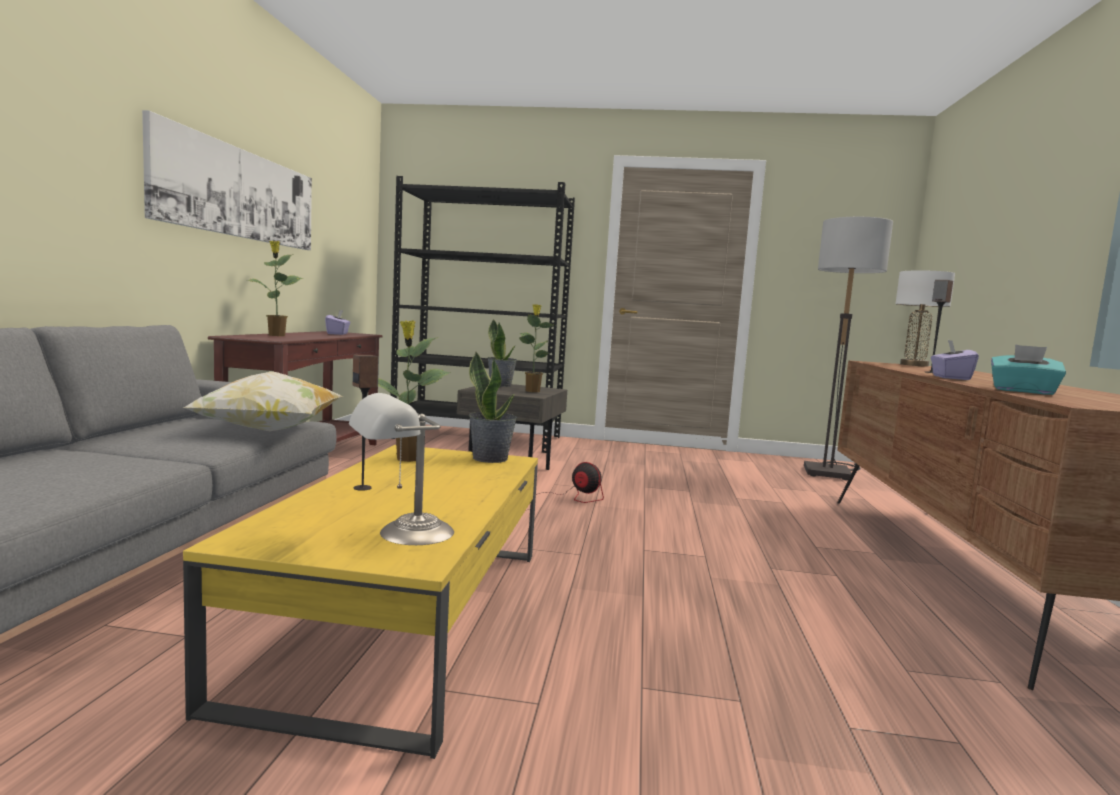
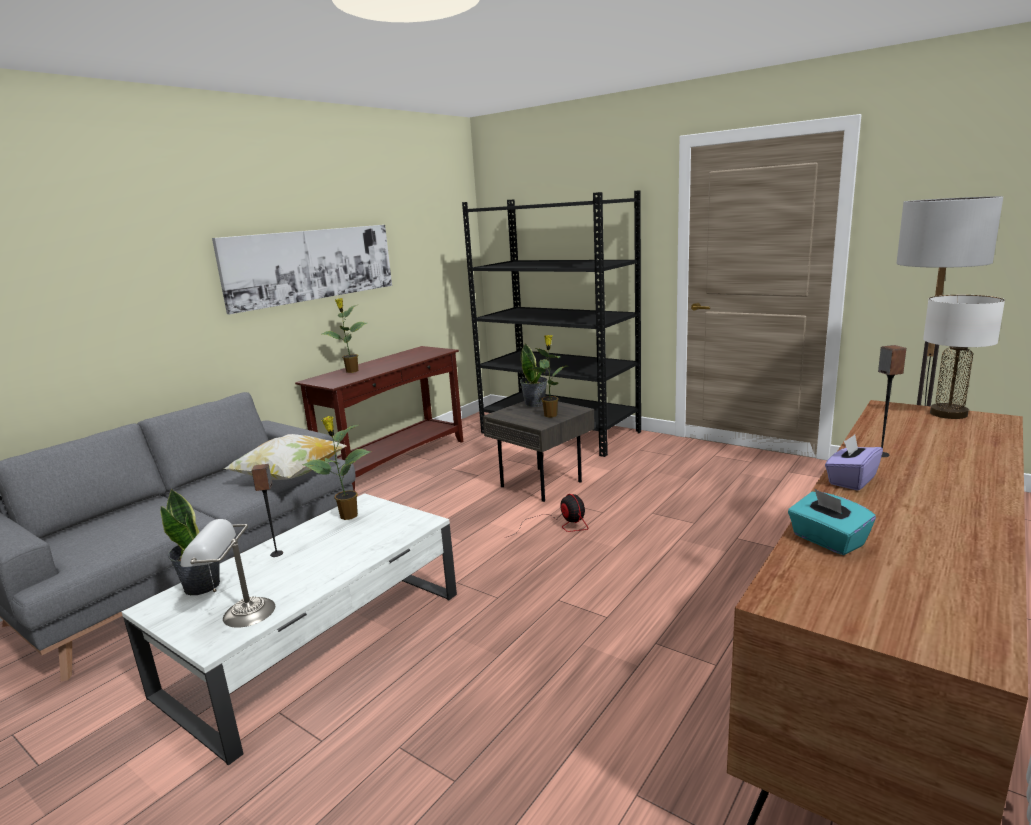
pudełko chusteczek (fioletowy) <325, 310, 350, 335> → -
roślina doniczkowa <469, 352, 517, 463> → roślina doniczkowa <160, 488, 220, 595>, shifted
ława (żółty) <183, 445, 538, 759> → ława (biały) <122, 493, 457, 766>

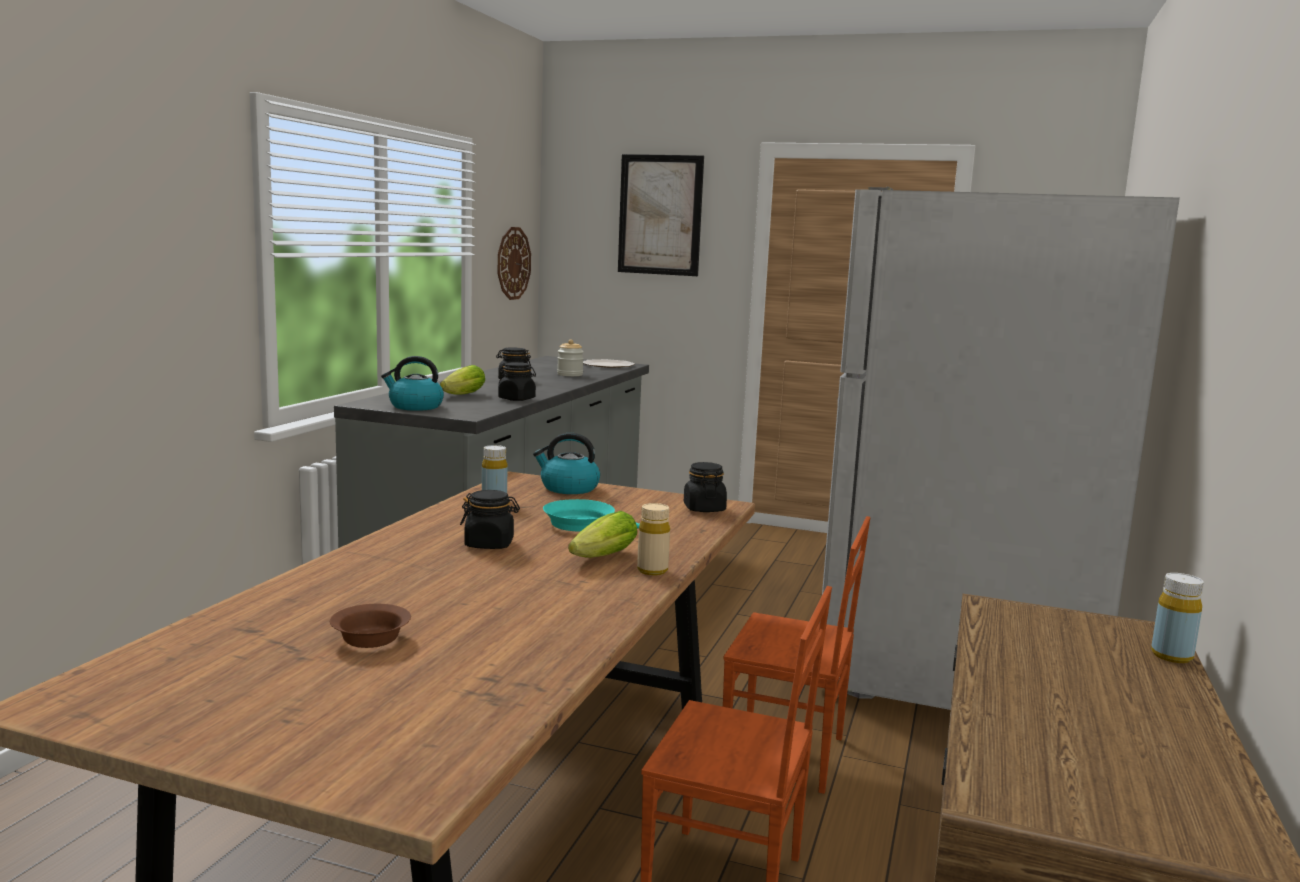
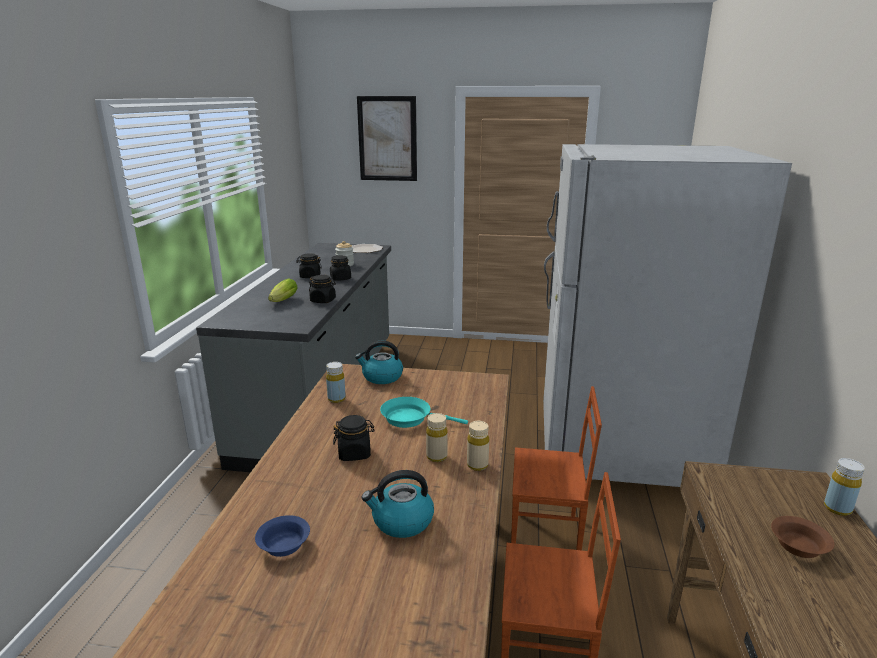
zegar ścienny <498, 227, 531, 300> → -
czajnik <381, 356, 444, 411> → czajnik <362, 470, 434, 538>, shifted
słoik (czarny) <684, 462, 727, 512> → słoik (czarny) <330, 255, 351, 281>, shifted
sałata <568, 511, 637, 558> → butelka (beżowy) <426, 413, 448, 462>
miska (brązowy) <330, 604, 411, 648> → miska (brązowy) <771, 516, 835, 558>, shifted
- → miska (niebieski) <255, 515, 310, 557>

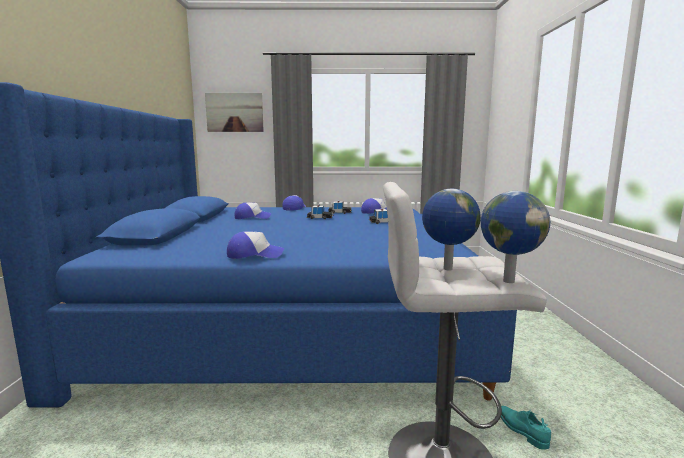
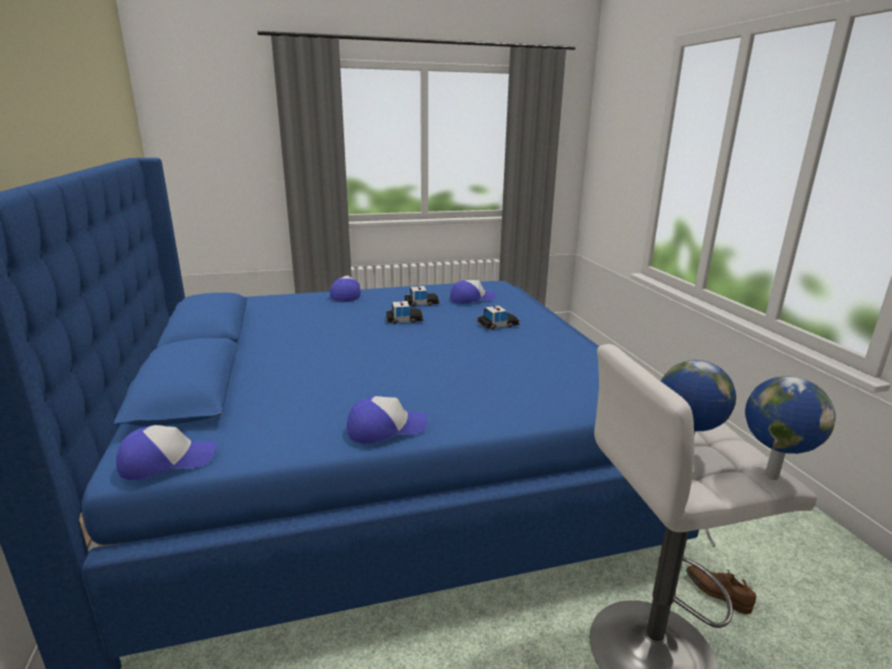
obraz <205, 93, 264, 132> → -
czapka z daszkiem <234, 203, 272, 219> → czapka z daszkiem <116, 425, 216, 480>, shifted
but (turkusowy) <501, 406, 551, 450> → but (brązowy) <686, 565, 756, 614>

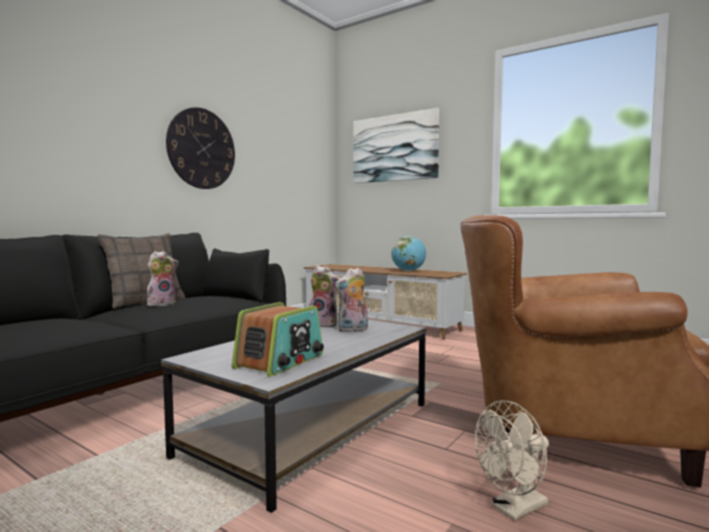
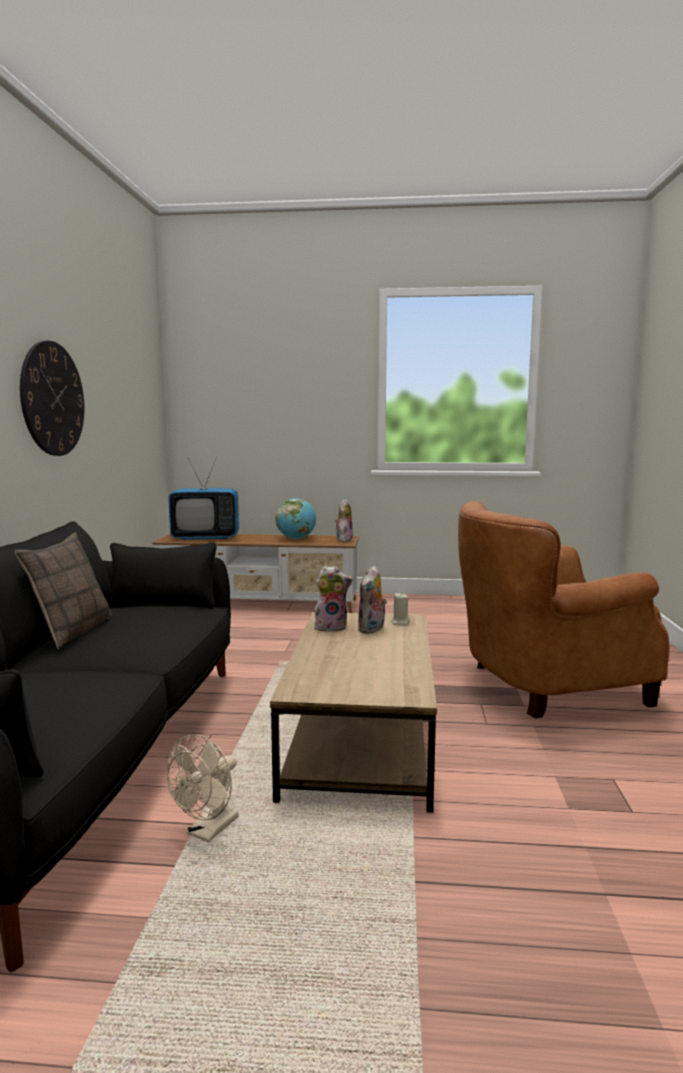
obraz <353, 108, 439, 183> → -
pluszak <147, 251, 179, 306> → pluszak <335, 499, 353, 542>, shifted
radio <232, 302, 324, 376> → -
ława (szary) <161, 315, 426, 513> → ława (brązowy) <270, 612, 437, 813>
wentylator (beżowy) <475, 400, 549, 521> → wentylator (beżowy) <167, 734, 239, 843>, shifted
- → telewizor <168, 457, 239, 540>
- → świeca (beżowy) <391, 593, 410, 625>

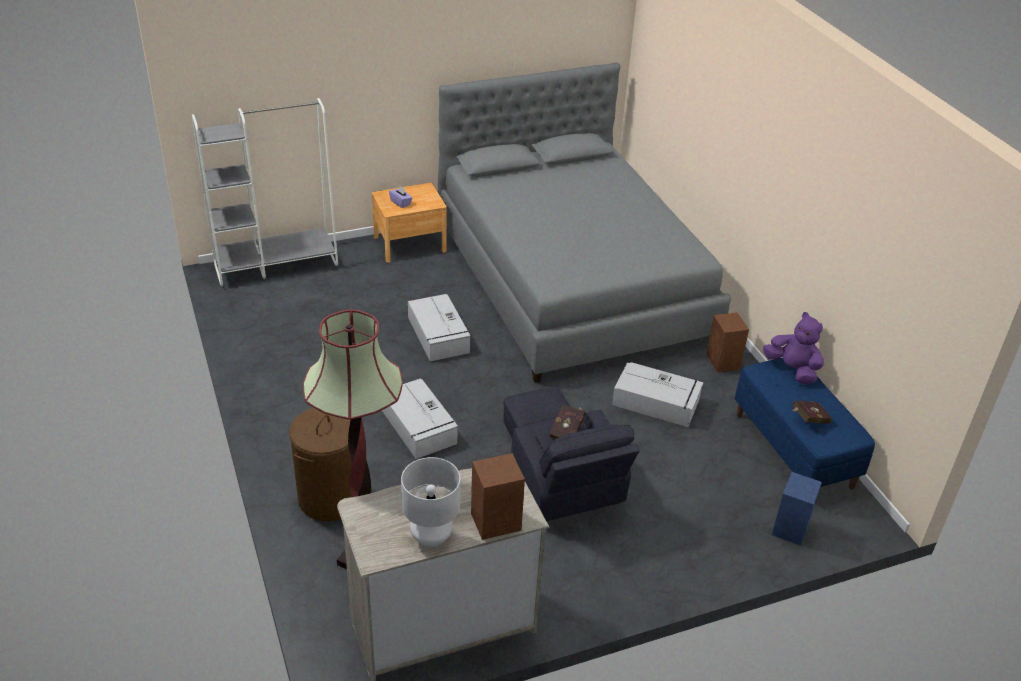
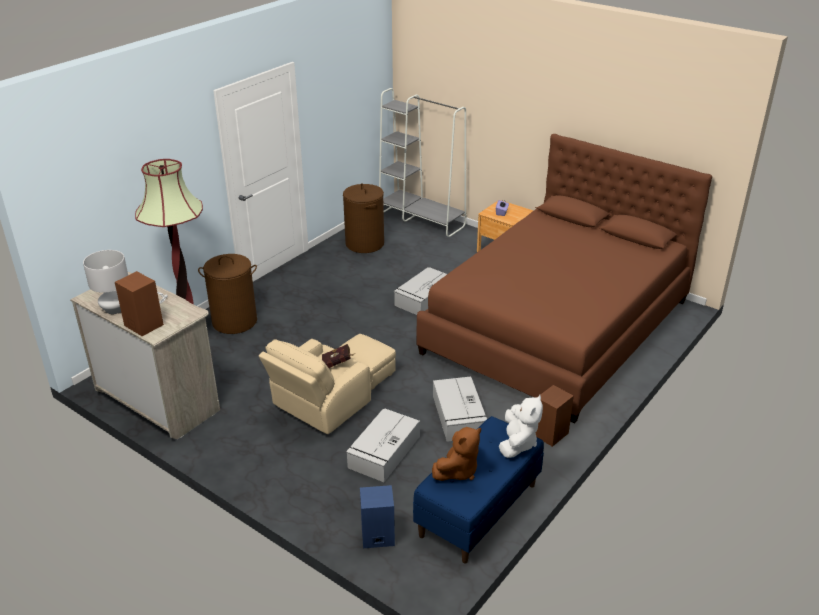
łóżko (szary) <438, 63, 731, 383> → łóżko (brązowy) <416, 134, 712, 424>
pluszak (fioletowy) <763, 312, 824, 384> → pluszak (biały) <499, 395, 543, 458>
pojemnik do przechowywania (szary) <382, 379, 458, 459> → pojemnik do przechowywania (szary) <346, 408, 420, 482>, shifted
fotel (czarny) <503, 387, 640, 521> → fotel (beżowy) <259, 334, 396, 434>
książka (czerwony) <792, 400, 833, 424> → pluszak (brązowy) <432, 427, 481, 481>
- → kosz na pranie (brązowy) <343, 183, 384, 253>

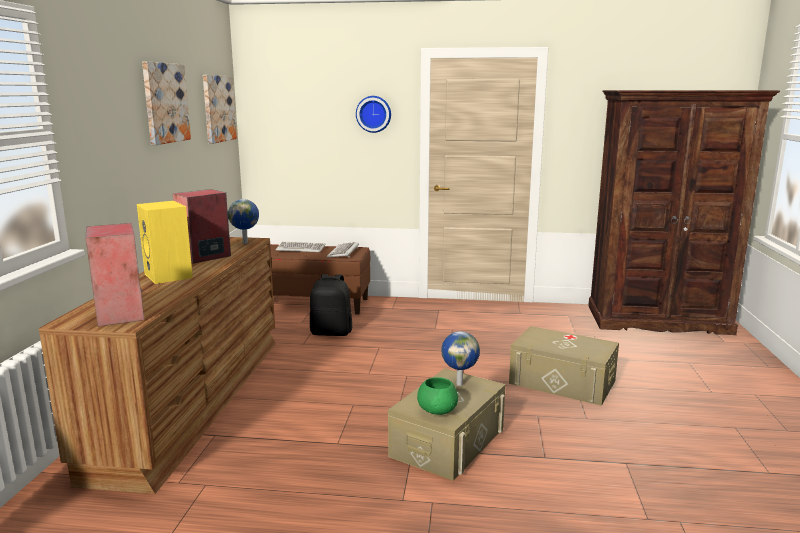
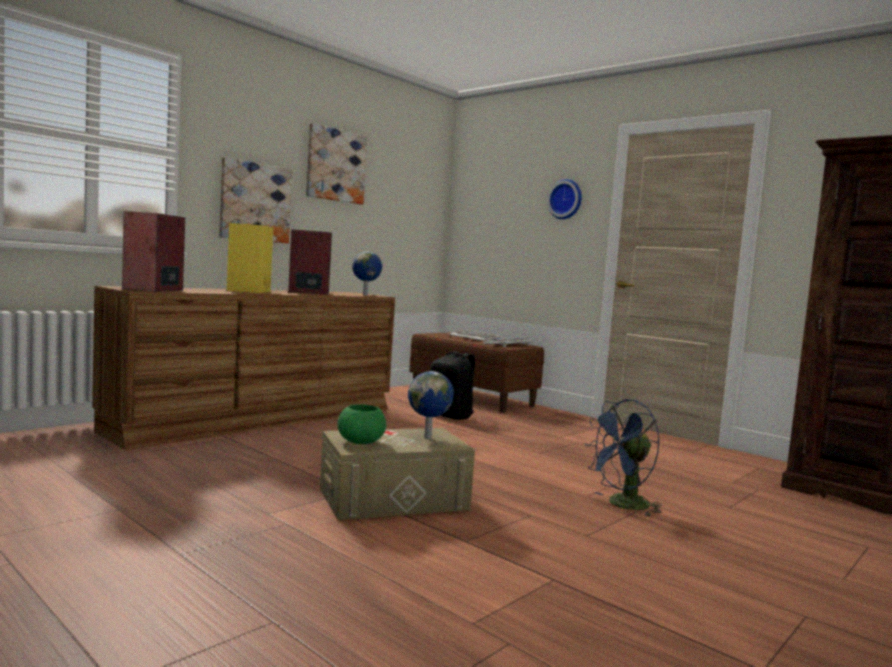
obraz <203, 75, 237, 144> → obraz <219, 157, 292, 243>, shifted
pojemnik do przechowywania (beżowy) <509, 326, 619, 406> → wentylator (niebieski) <584, 399, 662, 517>

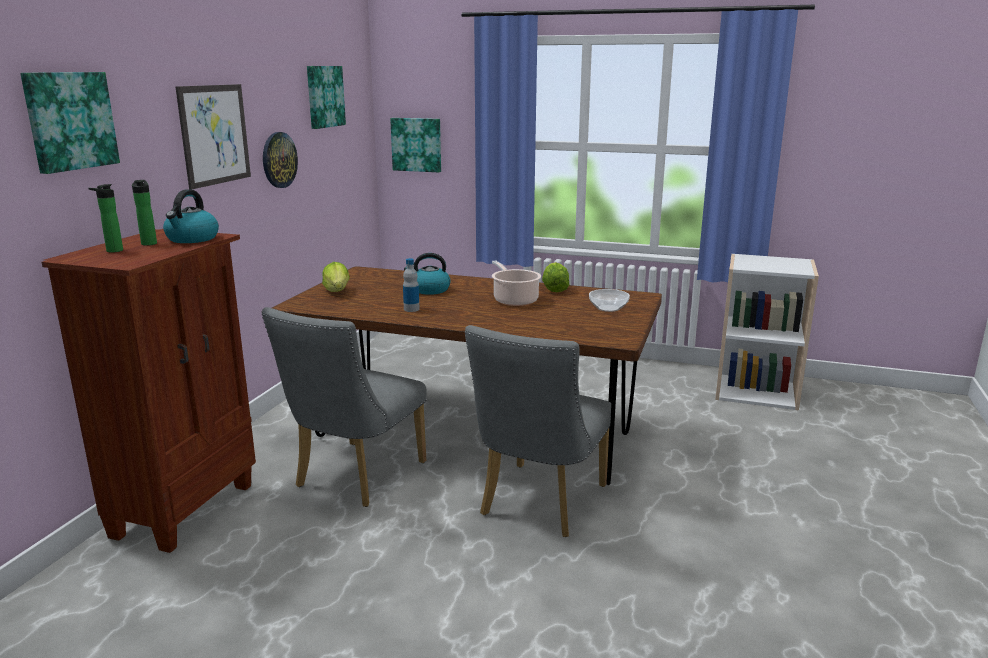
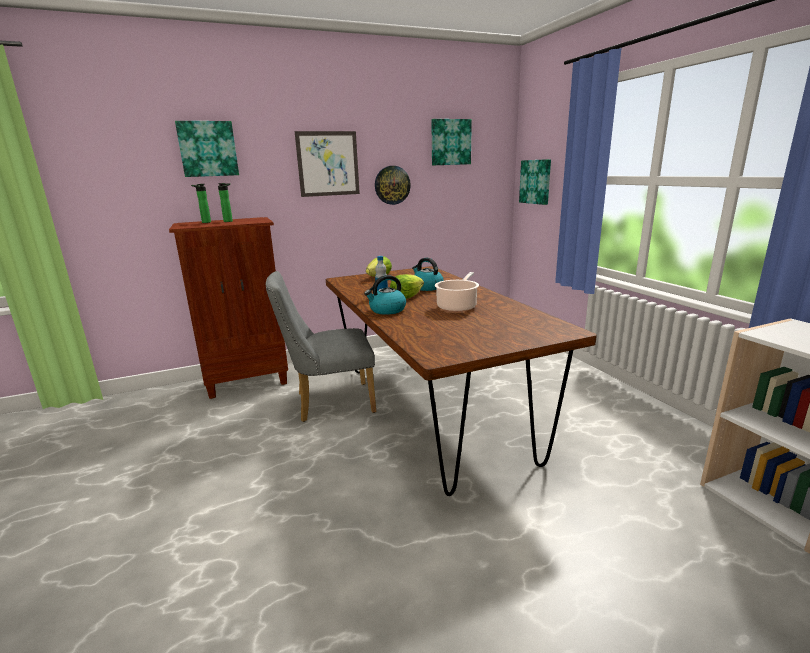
czajnik <163, 189, 219, 243> → czajnik <364, 275, 406, 315>, shifted
sałata <542, 262, 570, 292> → sałata <390, 274, 424, 299>, shifted
miska <589, 289, 630, 312> → -
krzesło (szary) <465, 325, 611, 537> → -

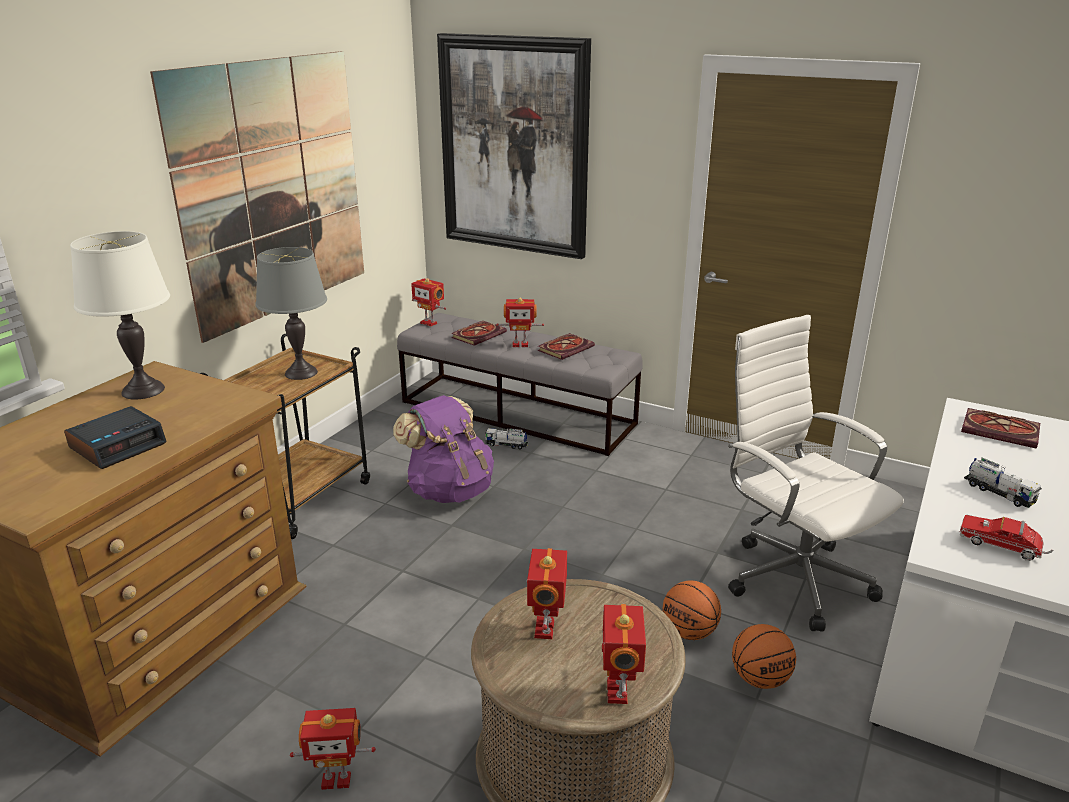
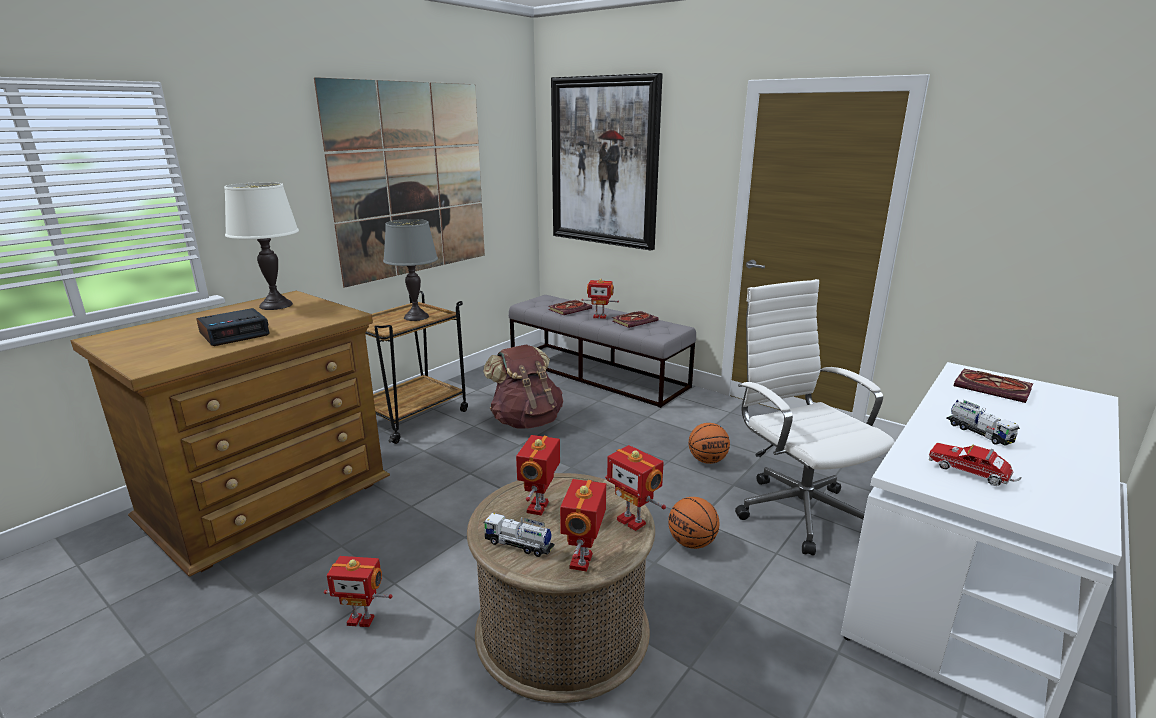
robot zabawkowy <411, 278, 446, 326> → robot zabawkowy <605, 445, 666, 531>, shifted
plecak (fioletowy) <393, 395, 494, 503> → plecak (brązowy) <483, 344, 563, 429>
ciężarówka zabawkowa <485, 428, 529, 450> → ciężarówka zabawkowa <484, 513, 555, 557>, shifted
piłka do koszykówki <732, 624, 796, 689> → piłka do koszykówki <688, 423, 730, 464>, shifted

